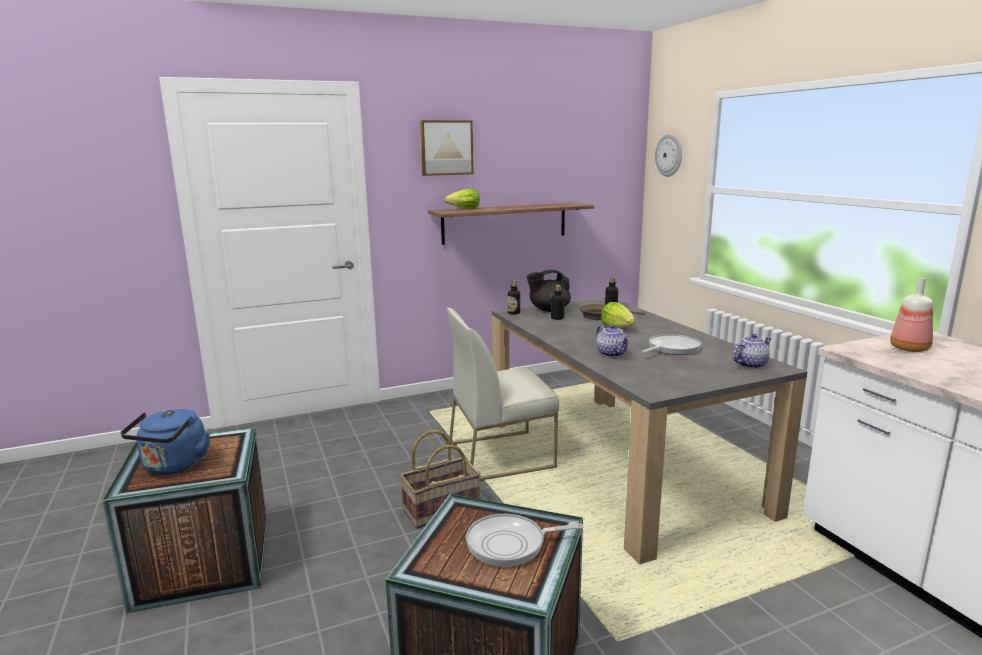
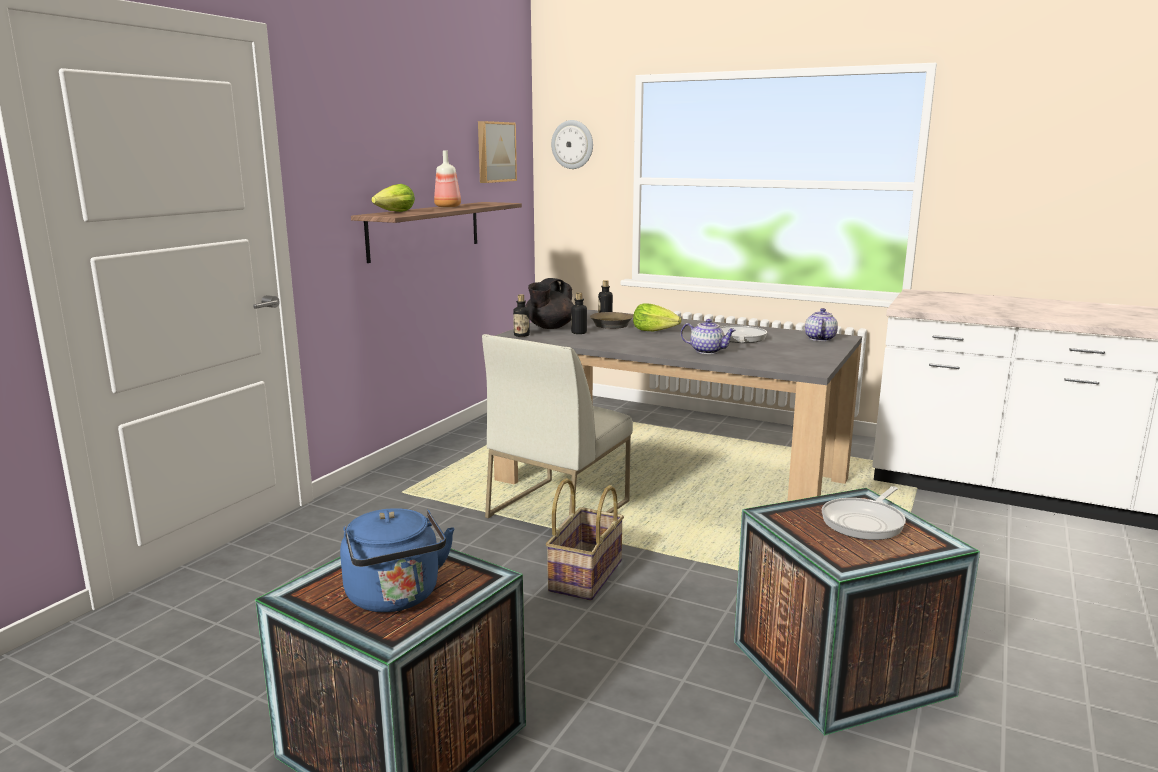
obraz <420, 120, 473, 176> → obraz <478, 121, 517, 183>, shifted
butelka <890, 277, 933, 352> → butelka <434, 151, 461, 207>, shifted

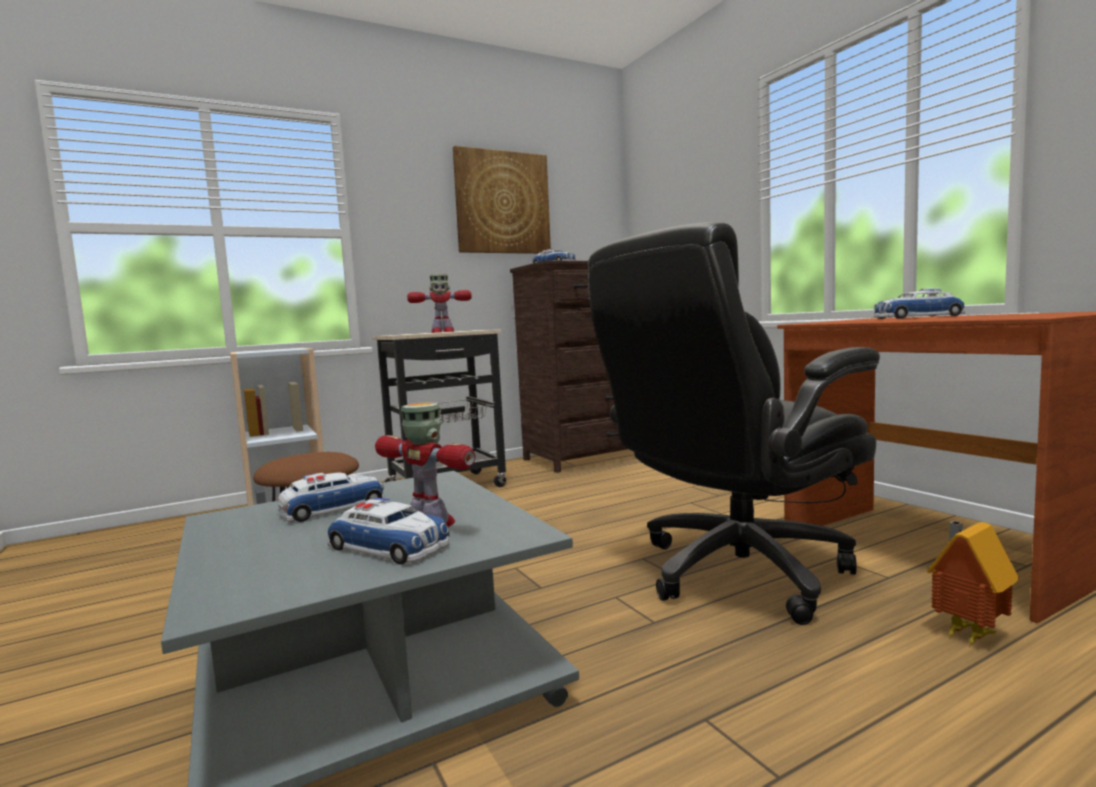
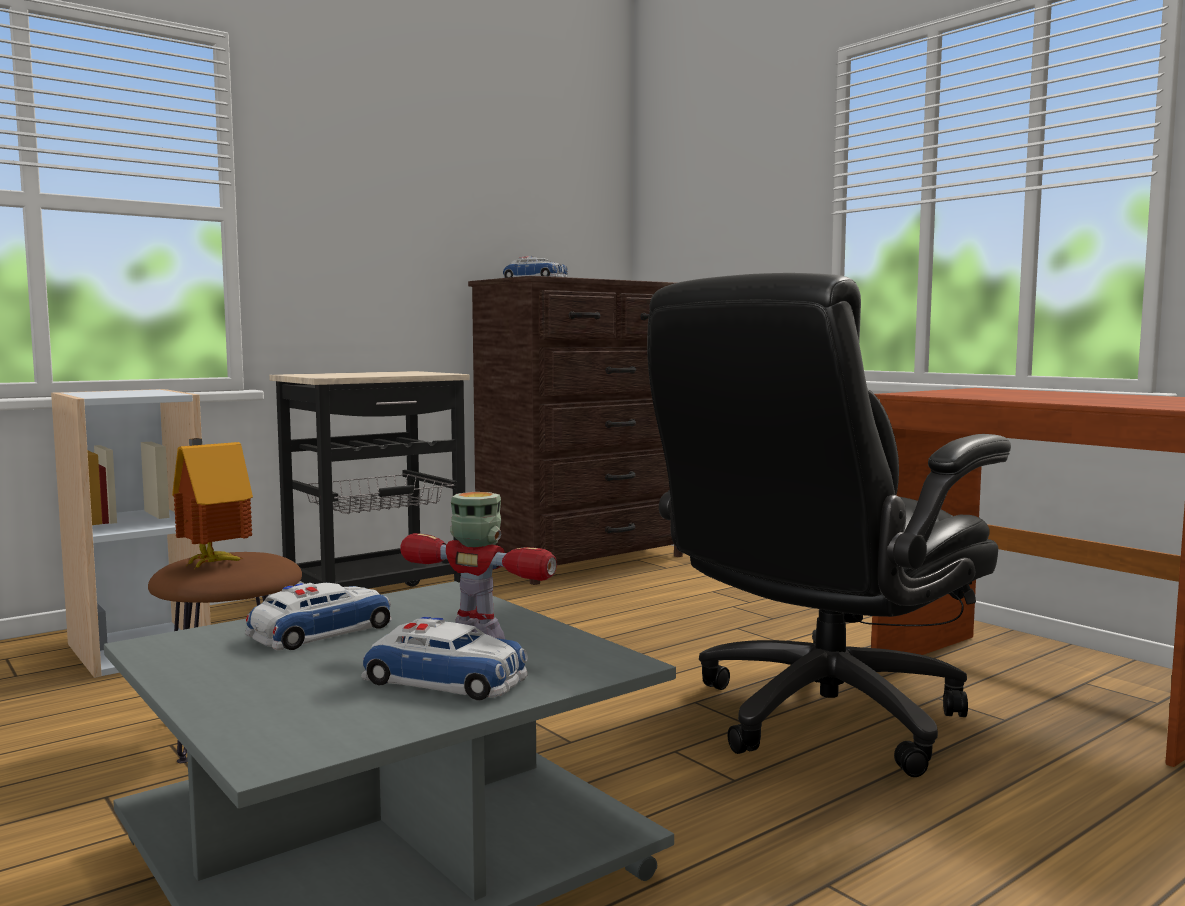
obraz <453, 146, 551, 254> → -
robot zabawkowy <407, 274, 472, 333> → -
samochodzik <874, 289, 965, 319> → -
domek <927, 521, 1019, 646> → domek <172, 438, 253, 568>, shifted

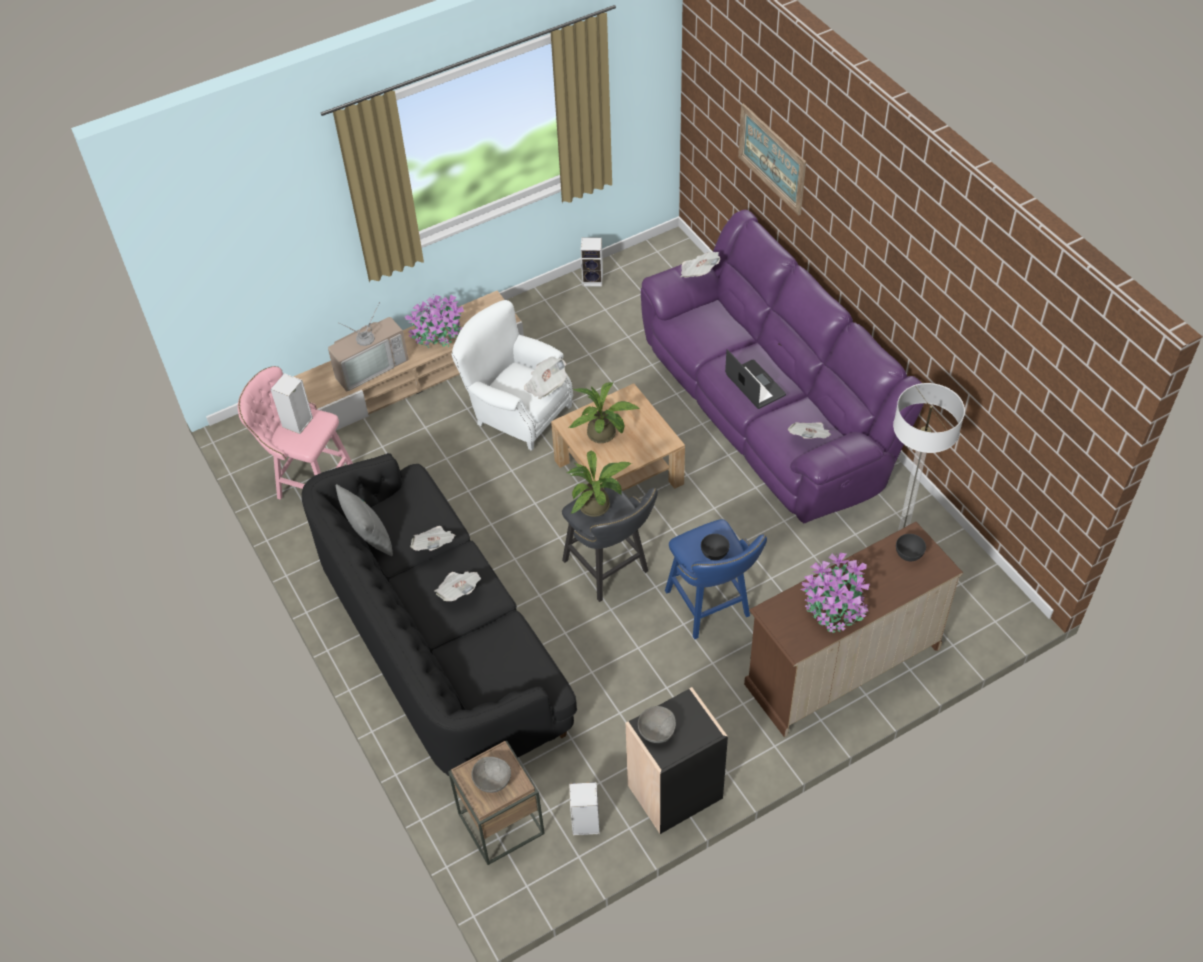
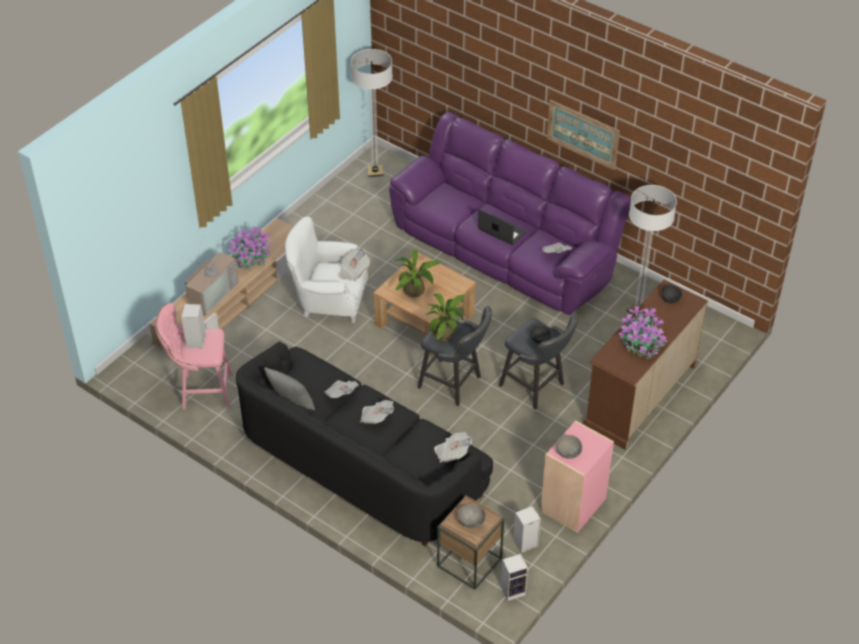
obraz <738, 103, 806, 215> → obraz <547, 100, 620, 170>, shifted
głośnik <581, 238, 603, 287> → głośnik <501, 554, 528, 601>, shifted
gazeta <680, 252, 720, 278> → gazeta <434, 432, 472, 463>, shifted
stołek (niebieski) <665, 519, 767, 639> → stołek (szary) <499, 314, 578, 410>
regał (czarny) <626, 687, 728, 834> → regał (różowy) <540, 420, 614, 533>
- → lampa stojąca <351, 49, 393, 177>

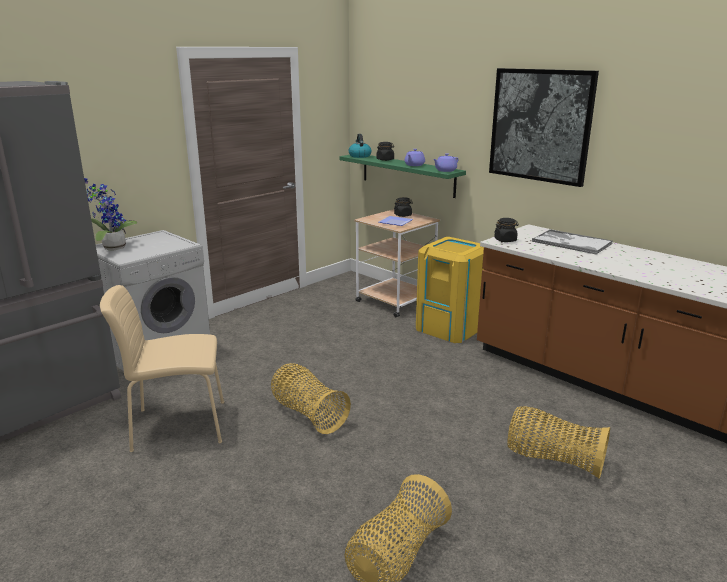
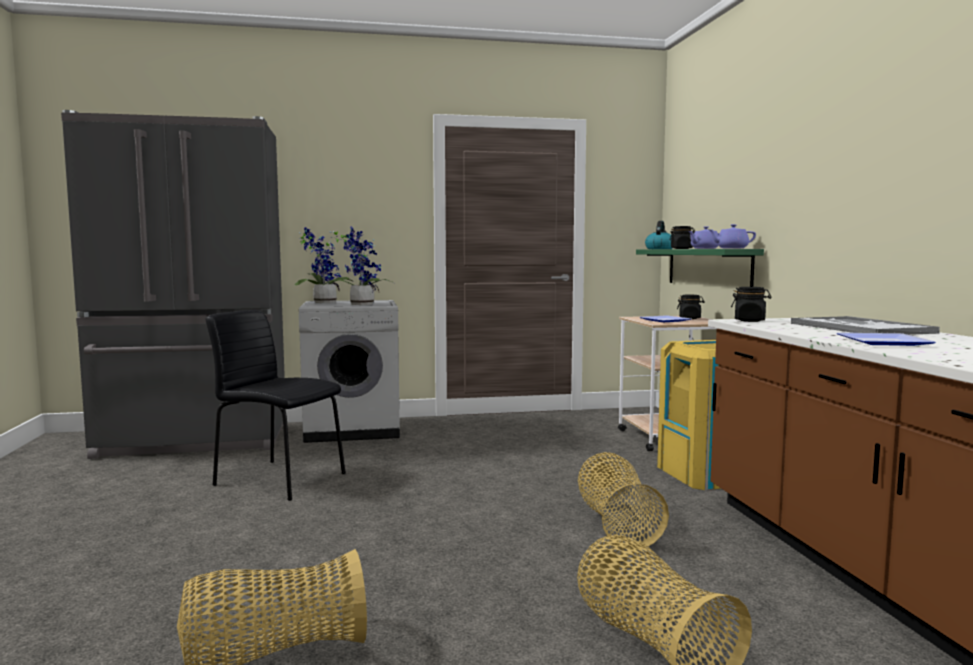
obraz <489, 68, 599, 187> → -
krzesło (beżowy) <100, 285, 224, 452> → krzesło (czarny) <205, 310, 346, 501>
koszyk <271, 363, 351, 434> → koszyk <578, 452, 669, 549>, shifted
- → roślina doniczkowa <322, 225, 394, 305>
- → talerz <837, 333, 936, 346>

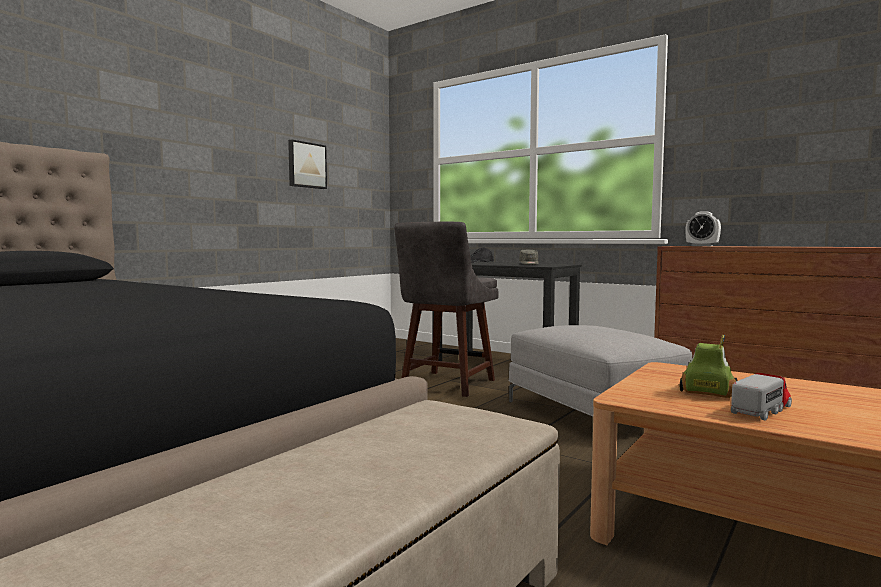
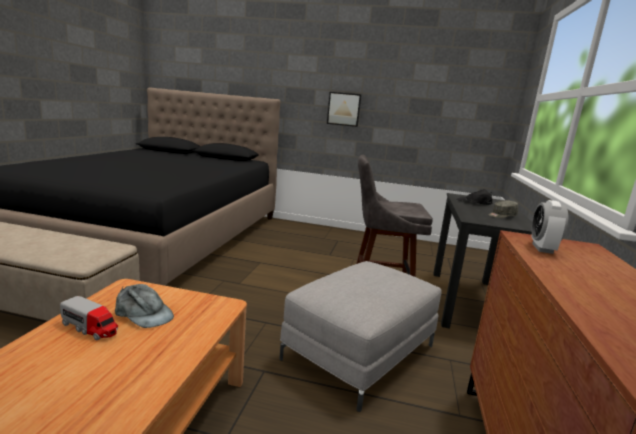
obraz <288, 140, 327, 189> → obraz <327, 92, 361, 127>, shifted
samochodzik <680, 335, 737, 398> → czapka z daszkiem (szary) <115, 284, 174, 328>

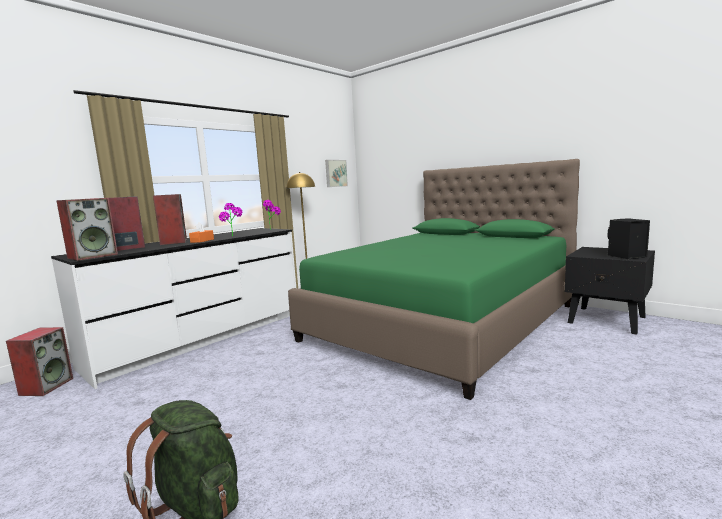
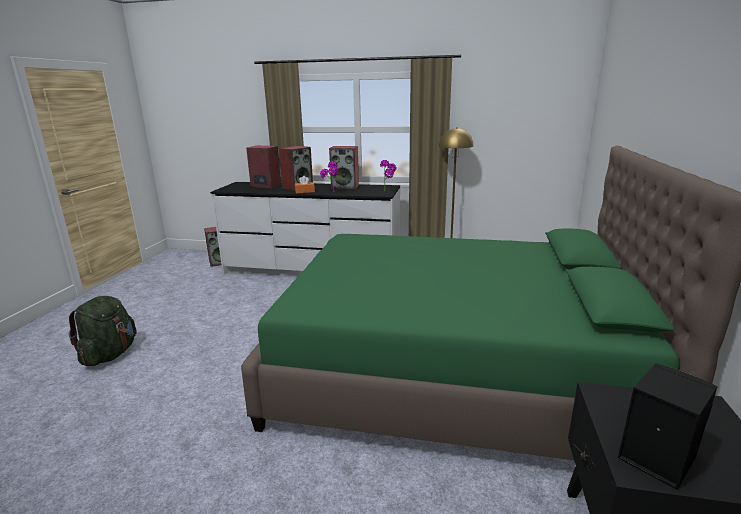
obraz <325, 160, 348, 187> → -
głośnik <56, 198, 118, 261> → głośnik <329, 146, 359, 189>, shifted

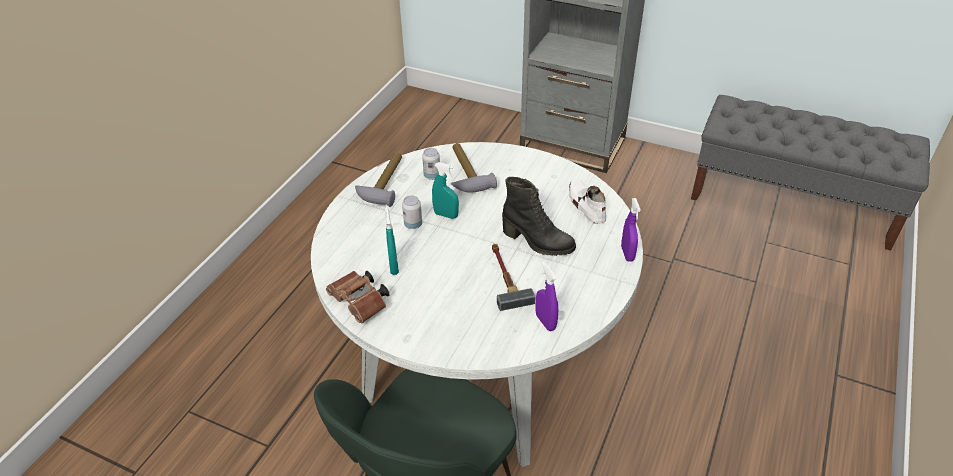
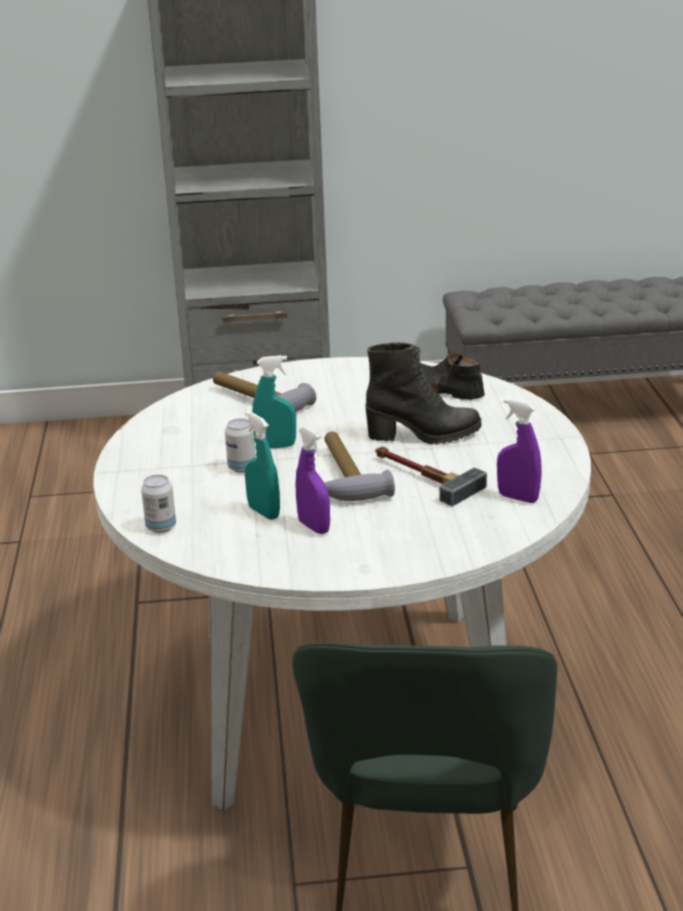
puszka <422, 148, 440, 180> → puszka <141, 475, 176, 533>, shifted
młotek <355, 152, 402, 207> → młotek <324, 431, 395, 501>, shifted
but (biały) <569, 178, 606, 224> → but (czarny) <420, 353, 485, 400>
spryskiwacz (fioletowy) <621, 198, 641, 262> → spryskiwacz (fioletowy) <296, 426, 330, 534>, shifted
lornetka (brązowy) <326, 271, 390, 323> → -

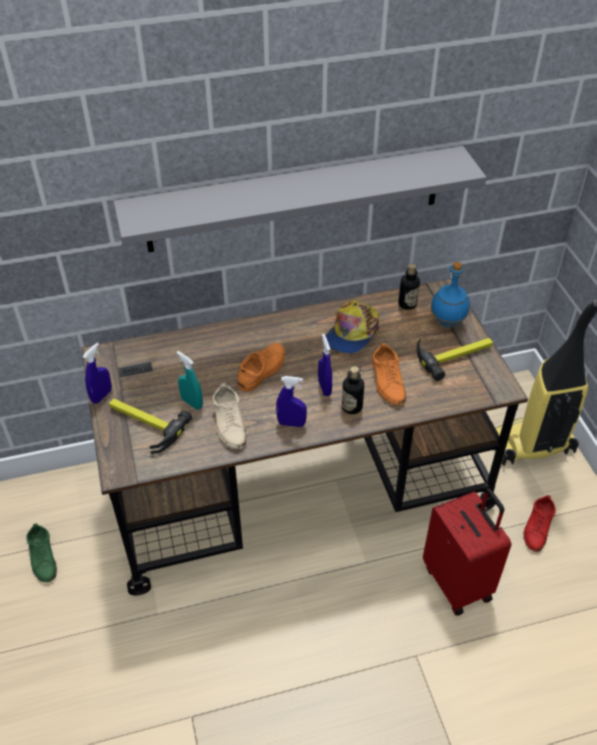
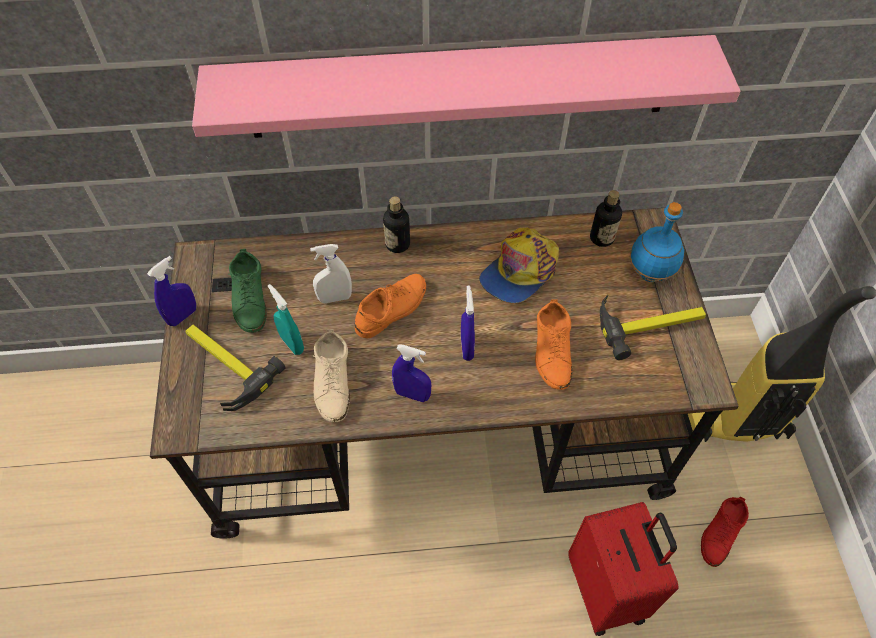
półka (szary) <113, 146, 487, 252> → półka (różowy) <192, 35, 741, 138>
butelka <342, 366, 364, 414> → butelka <383, 196, 410, 253>, shifted
but (zielony) <26, 523, 57, 582> → but (zielony) <228, 249, 267, 333>, shifted
- → spryskiwacz (biały) <310, 244, 352, 303>

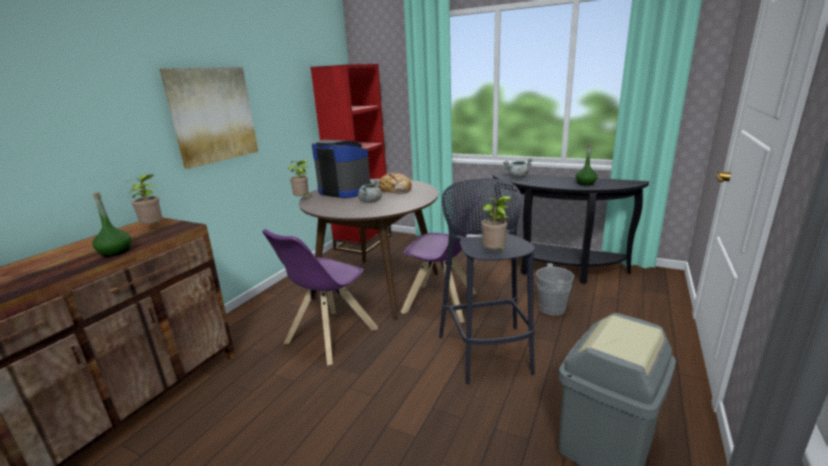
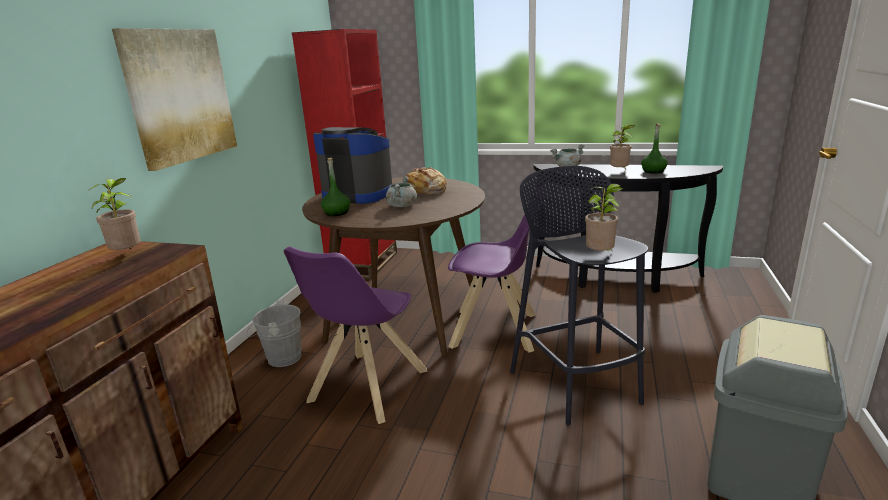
roślina doniczkowa <288, 160, 309, 197> → roślina doniczkowa <610, 124, 634, 169>, shifted
butelka (zielony) <92, 192, 131, 257> → butelka (zielony) <321, 158, 350, 216>, shifted
wiadro (szary) <534, 263, 574, 315> → wiadro (szary) <247, 300, 301, 367>, shifted

